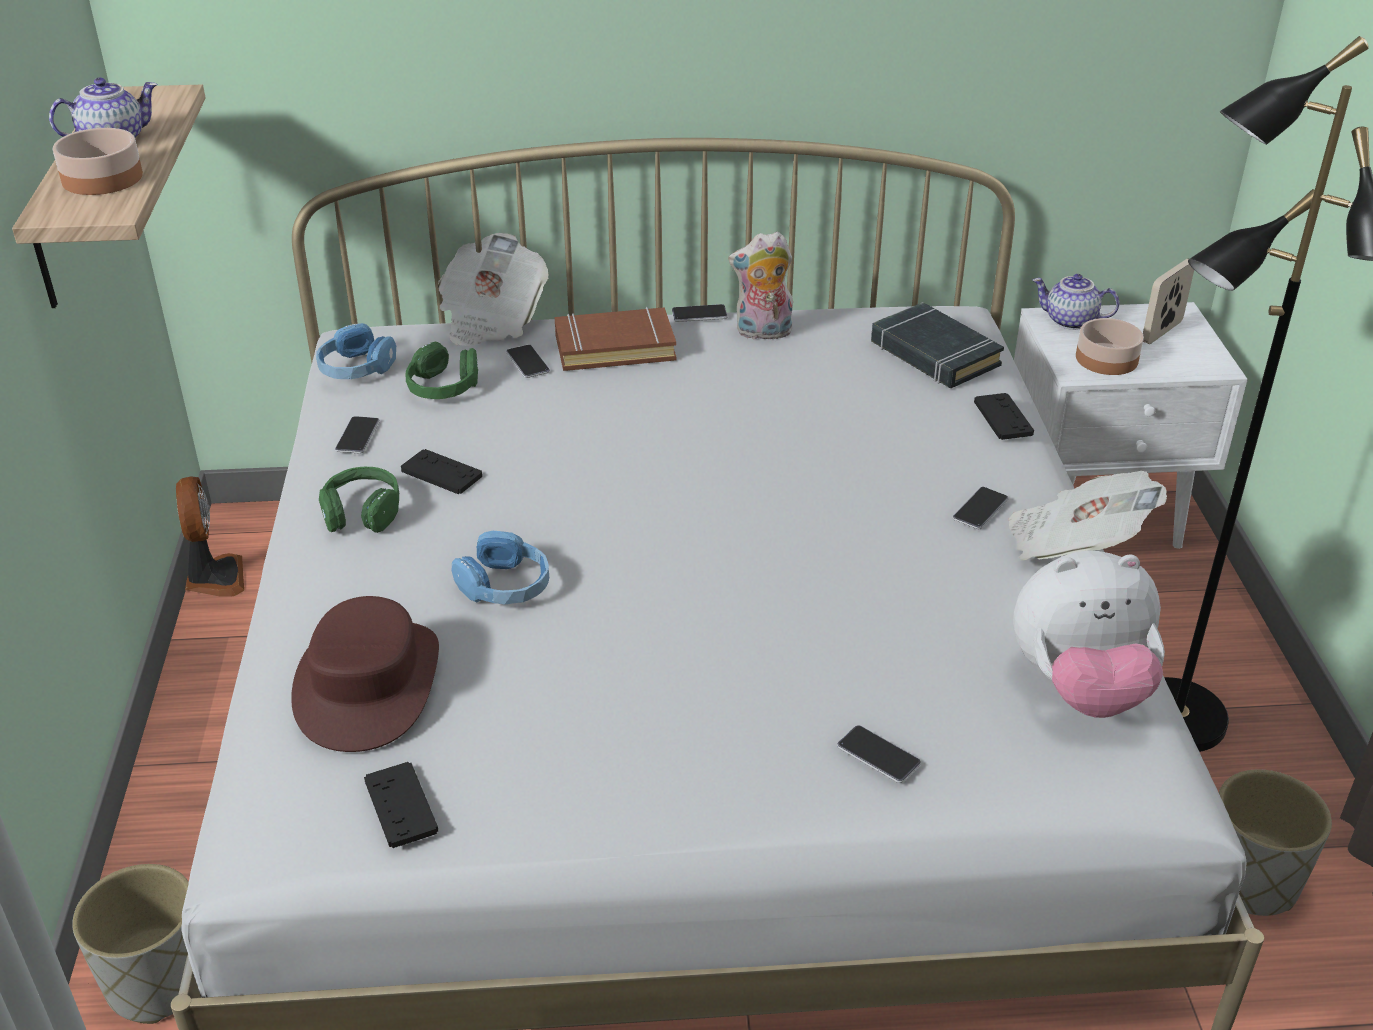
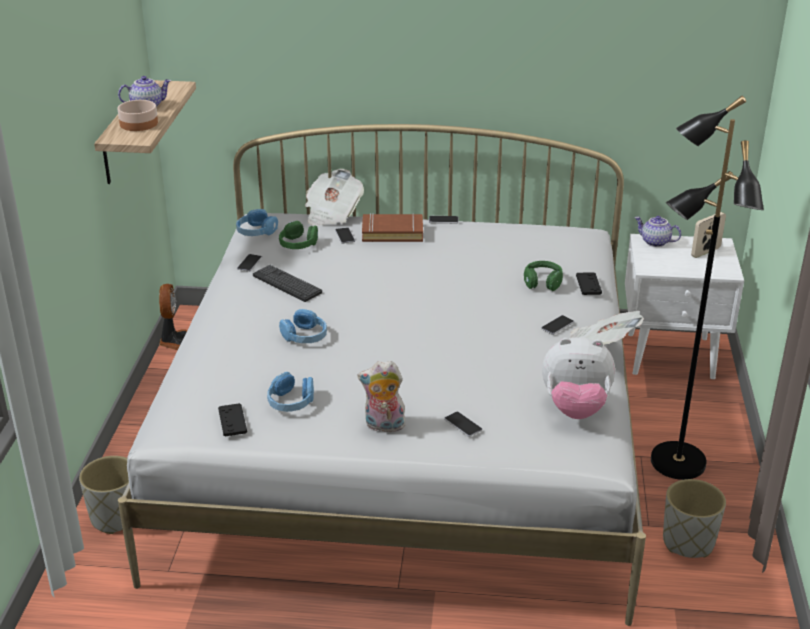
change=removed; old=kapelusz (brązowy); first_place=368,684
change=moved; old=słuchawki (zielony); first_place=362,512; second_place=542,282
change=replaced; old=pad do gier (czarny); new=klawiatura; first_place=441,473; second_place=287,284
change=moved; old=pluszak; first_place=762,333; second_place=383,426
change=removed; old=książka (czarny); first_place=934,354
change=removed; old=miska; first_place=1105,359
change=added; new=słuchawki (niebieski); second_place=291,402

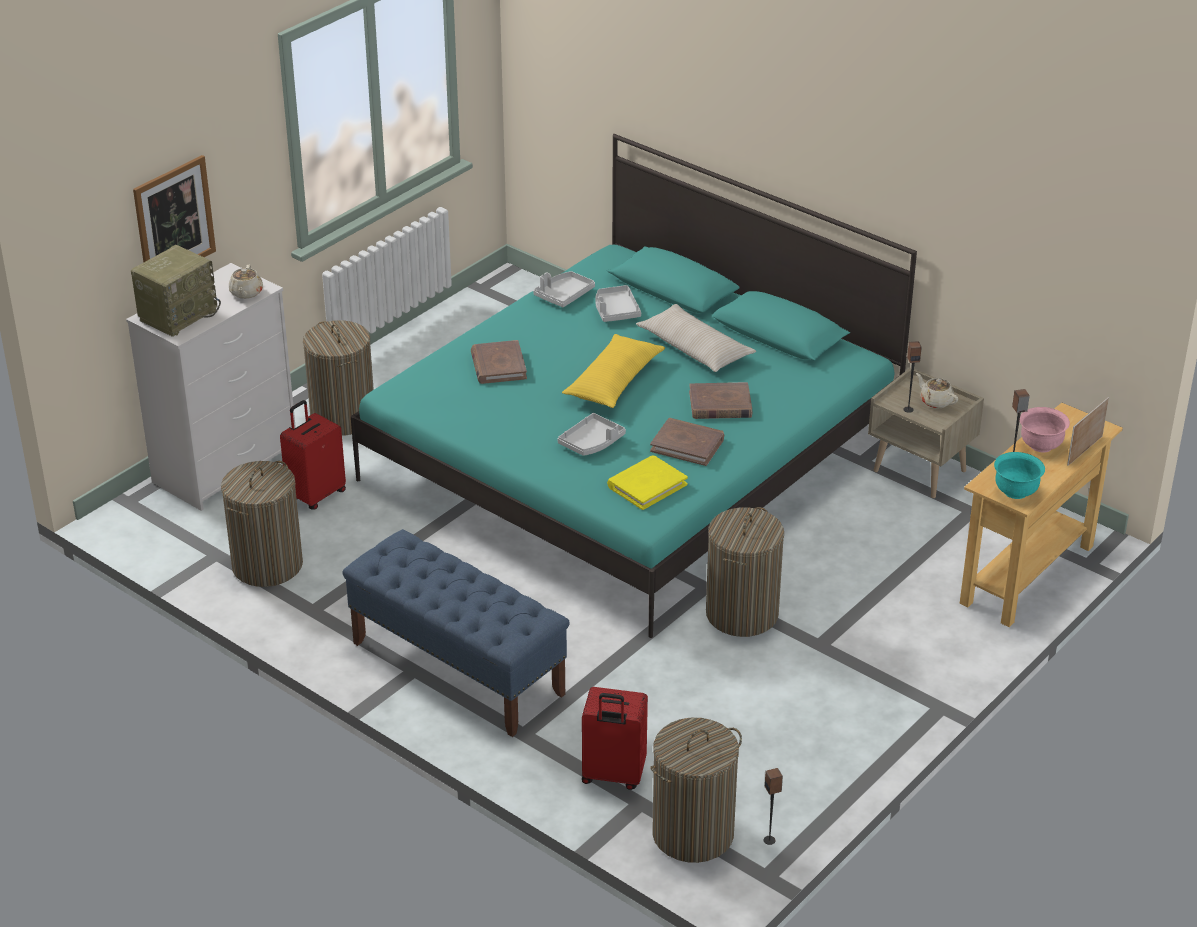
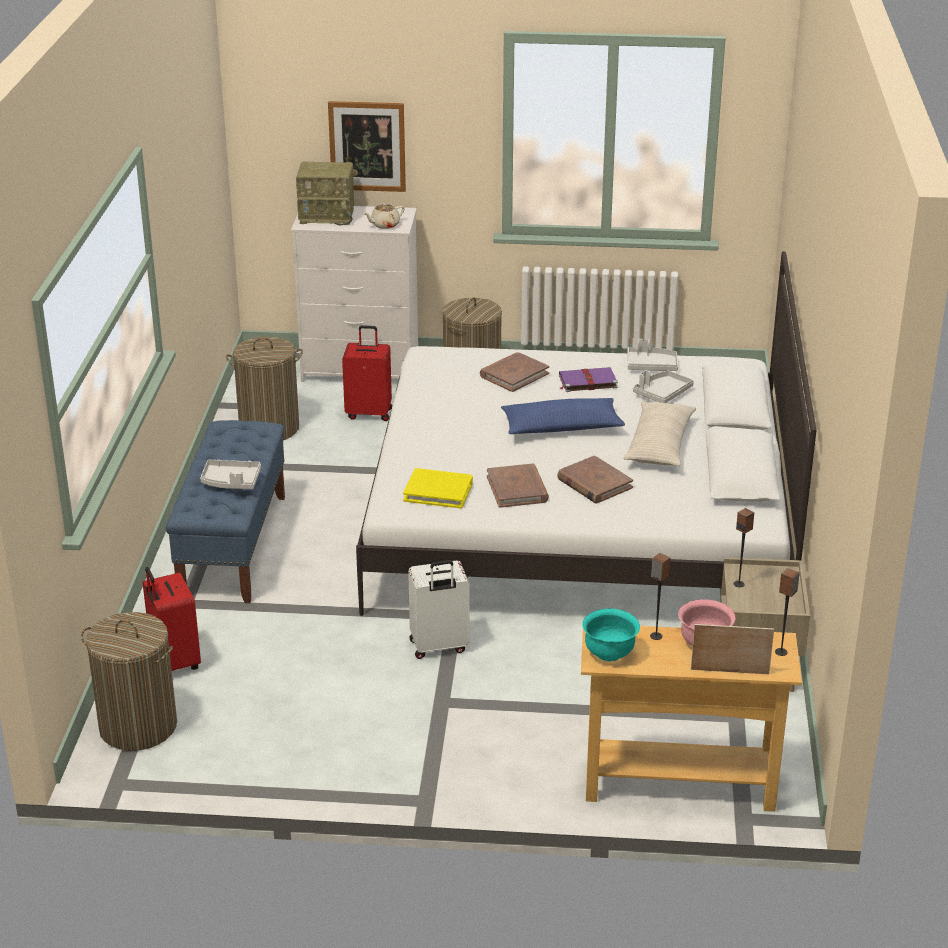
change=recoloured; old=łóżko (turkusowy); new=łóżko (biały); first_place=631,458; second_place=580,518
change=moved; old=taca (szary); first_place=592,442; second_place=231,482
change=recoloured; old=poduszka (żółty); new=poduszka (niebieski); first_place=614,381; second_place=561,427
change=replaced; old=kosz na pranie; new=walizka (biały); first_place=742,614; second_place=439,647
change=moved; old=głośnik; first_place=769,840; second_place=781,652
change=removed; old=imbryk (beżowy); first_place=935,401
change=added; new=książka (fioletowy); second_place=586,381

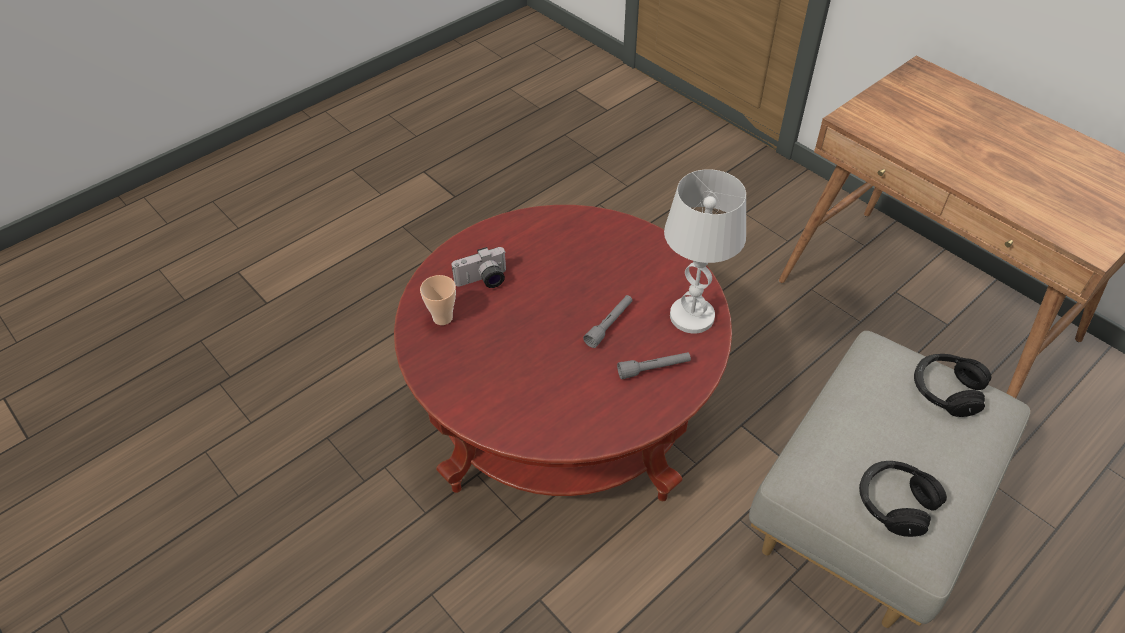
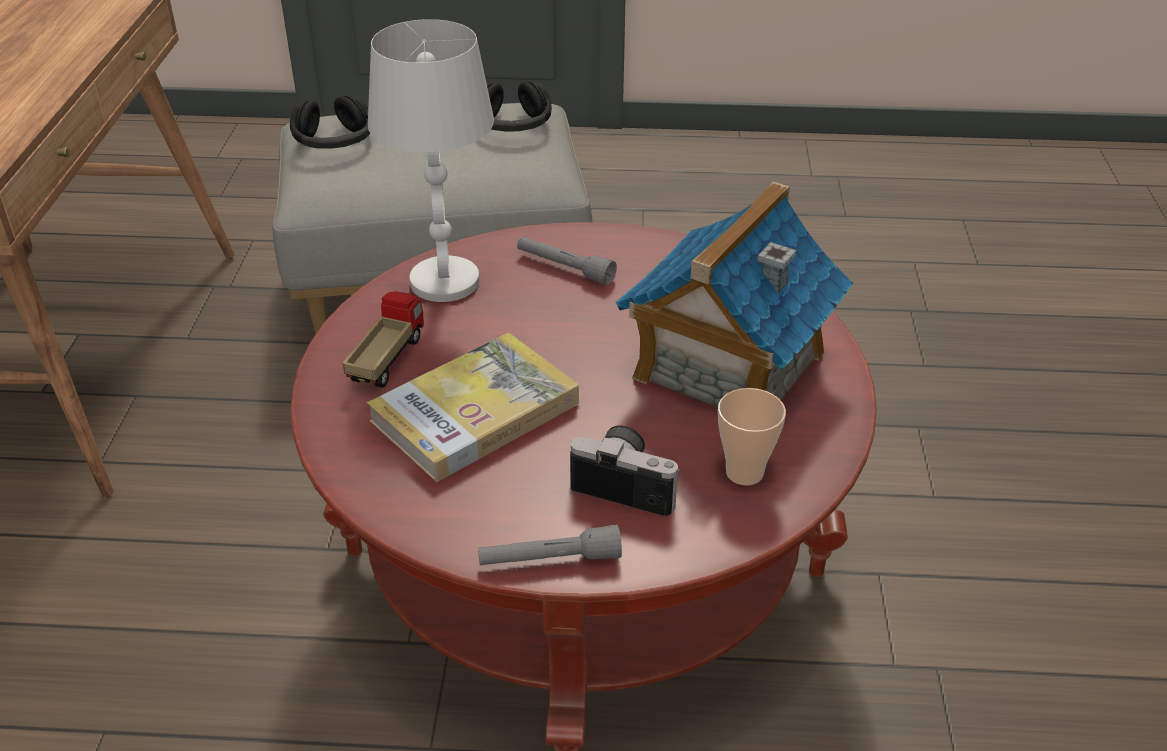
change=moved; old=latarka (szary); first_place=609,325; second_place=549,560
change=added; new=ciężarówka zabawkowa; second_place=387,359
change=added; new=książka; second_place=475,412
change=added; new=domek; second_place=728,366

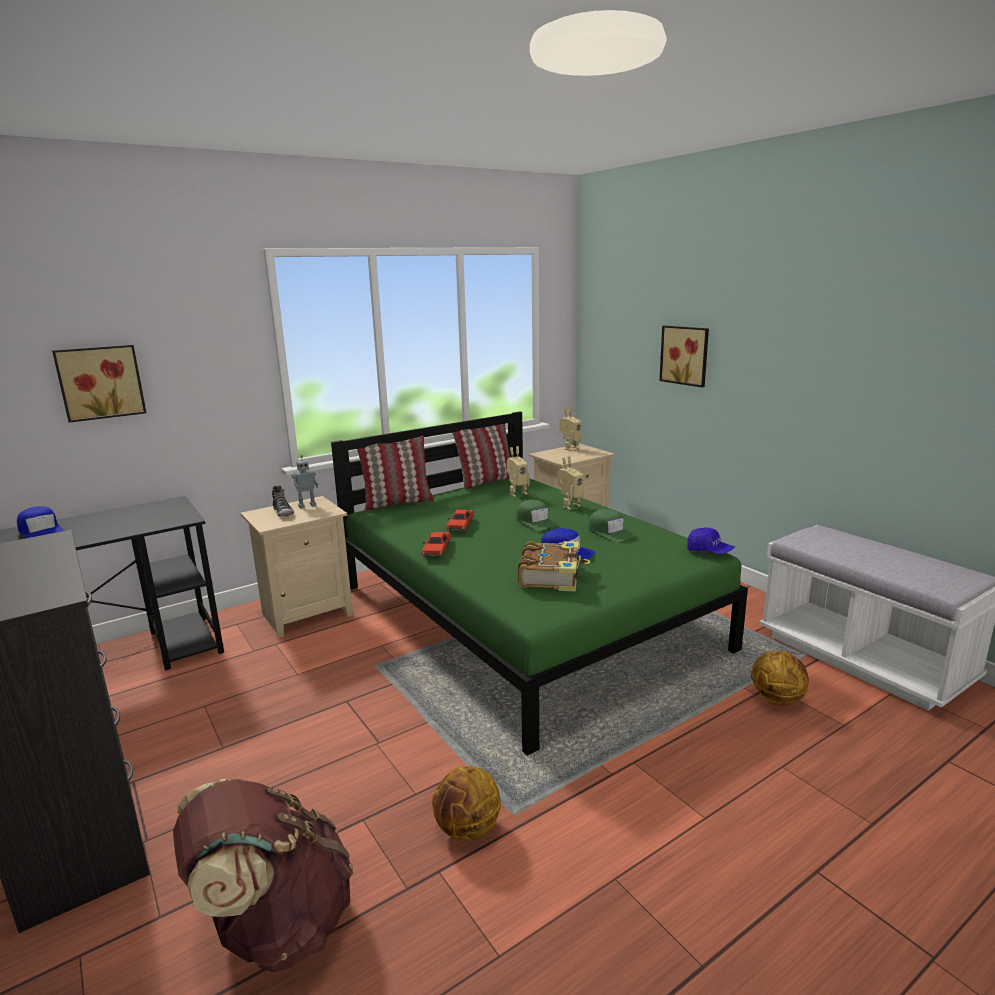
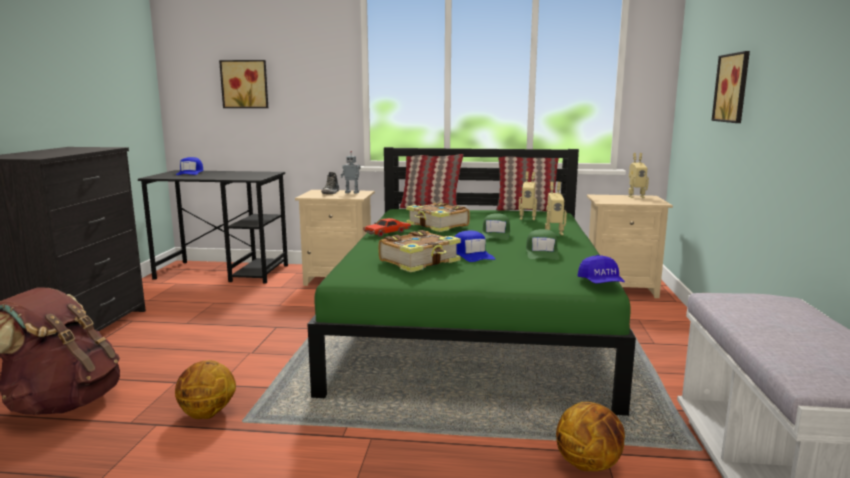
change=replaced; old=samochodzik (czerwony); new=książka; first_place=461,525; second_place=437,226

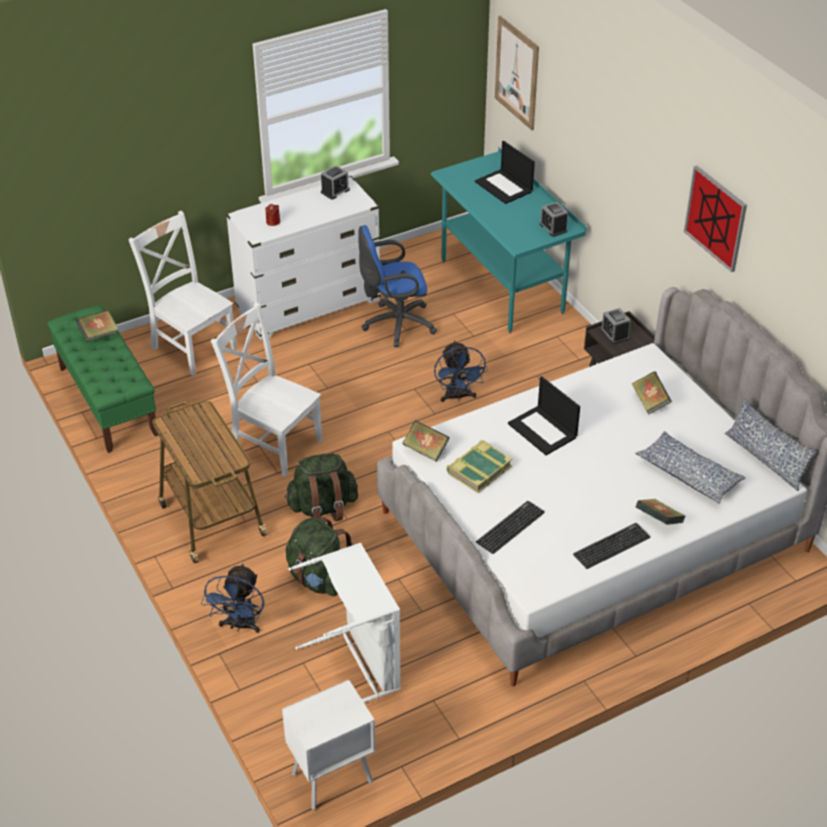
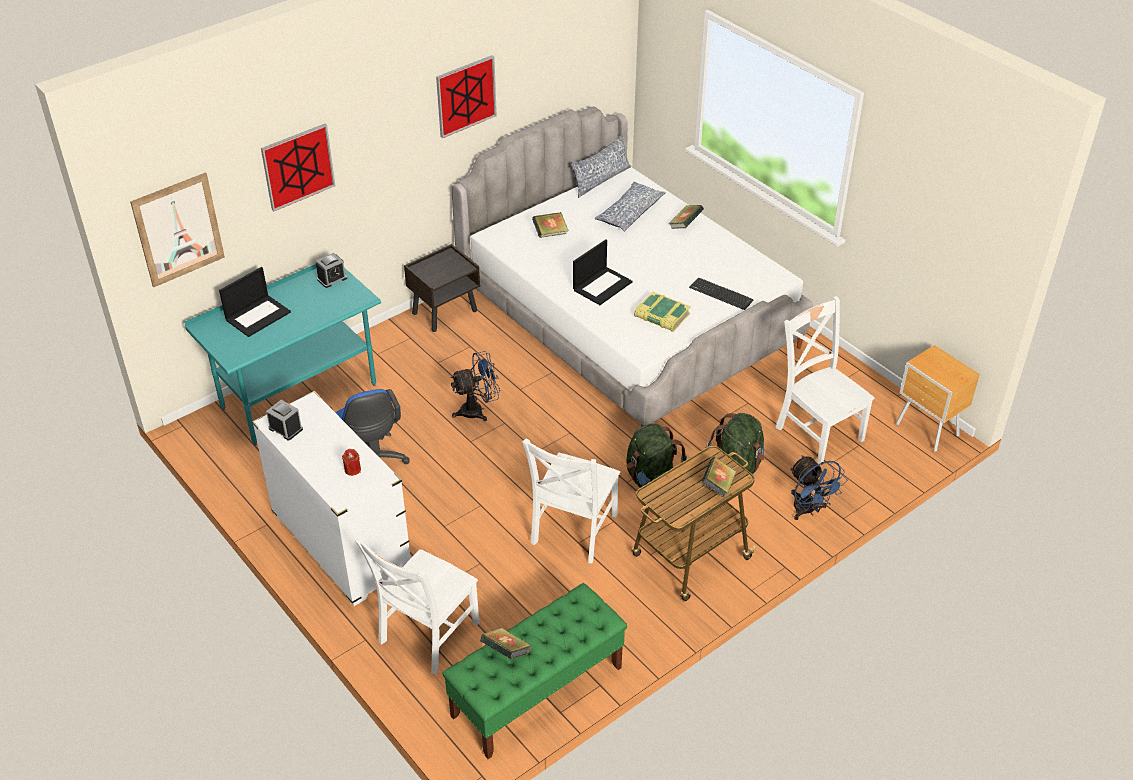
change=turned; old=wentylator (niebieski); first_place=240,625; second_place=808,510; degrees=60
change=recoloured; old=szafka nocna (biały); new=szafka nocna (brązowy); first_place=330,778; second_place=927,431
change=replaced; old=kosz na pranie (biały); new=krzesło (biały); first_place=358,665; second_place=817,431
change=moved; old=książka; first_place=425,450; second_place=717,486
change=removed; old=klawiatura; first_place=611,546
change=removed; old=budzik; first_place=614,334
change=added; new=obraz; second_place=298,166

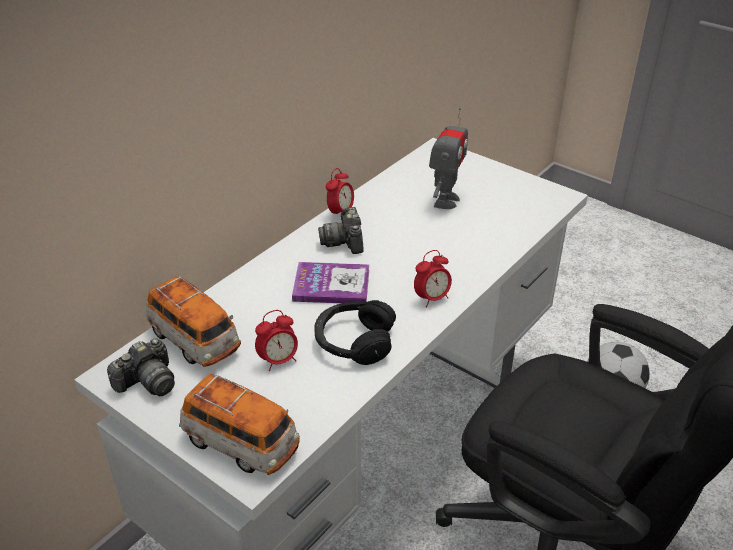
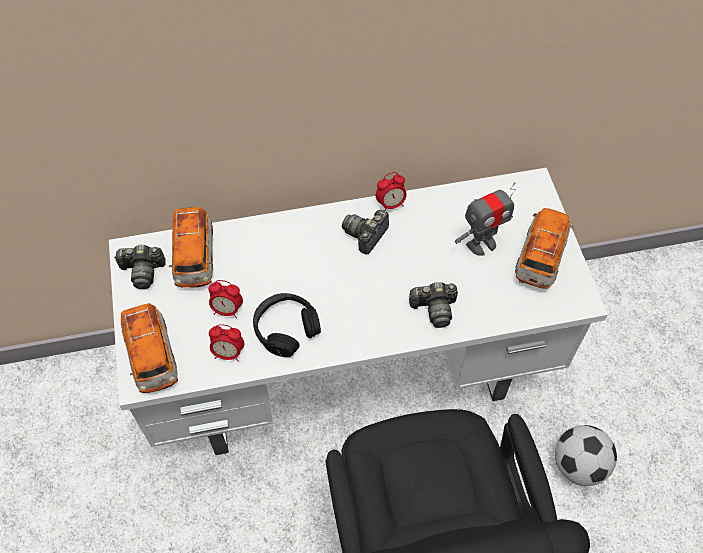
change=removed; old=książka; first_place=331,285
change=moved; old=budzik; first_place=432,298; second_place=228,353
change=added; new=aparat fotograficzny; second_place=434,309
change=added; new=samochodzik; second_place=540,258

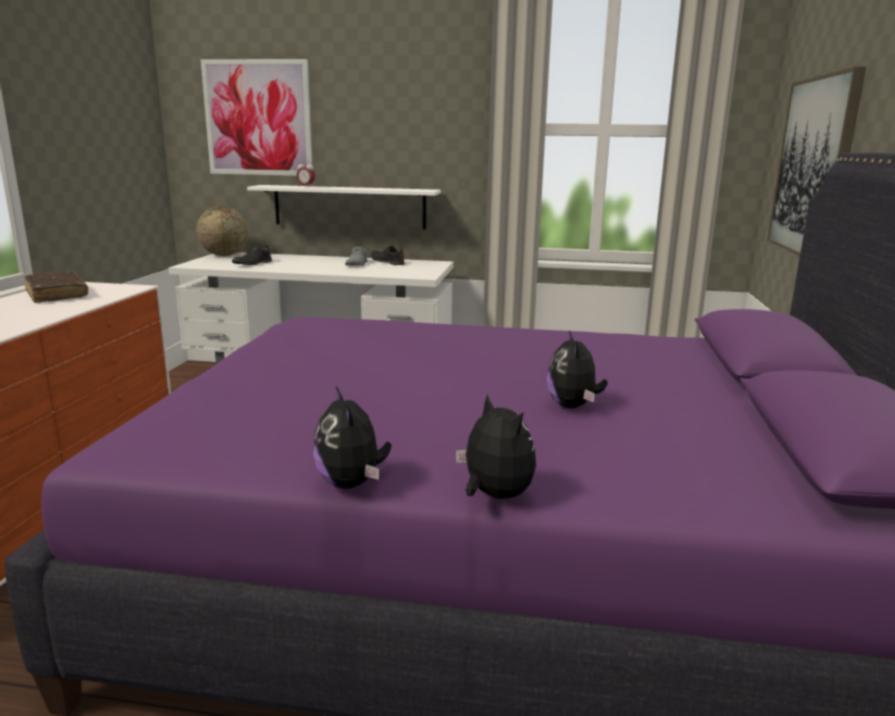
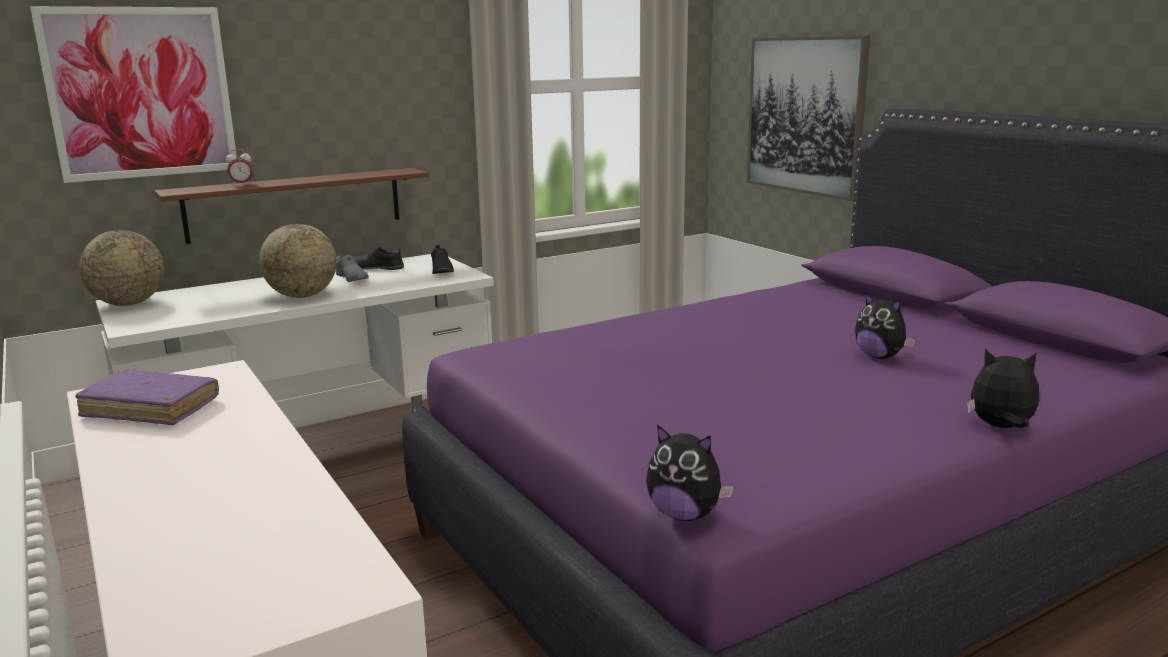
change=recoloured; old=książka (brązowy); new=książka (fioletowy); first_place=57,294; second_place=151,408
change=moved; old=but (czarny); first_place=252,264; second_place=441,271
change=recoloured; old=półka (biały); new=półka (brązowy); first_place=349,207; second_place=295,204
change=moved; old=pluszak; first_place=351,483; second_place=685,514
change=added; new=globus; second_place=302,296

